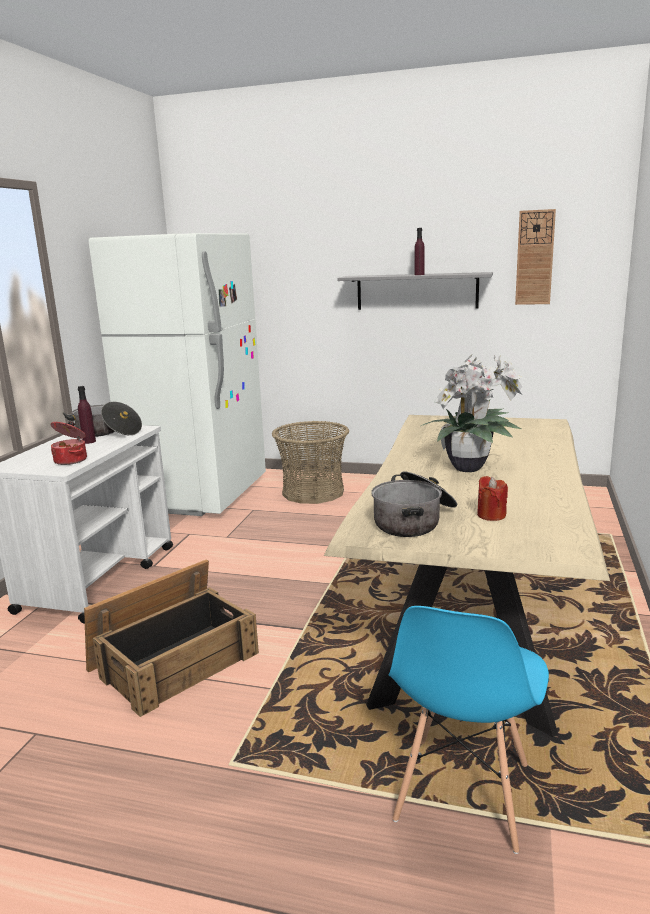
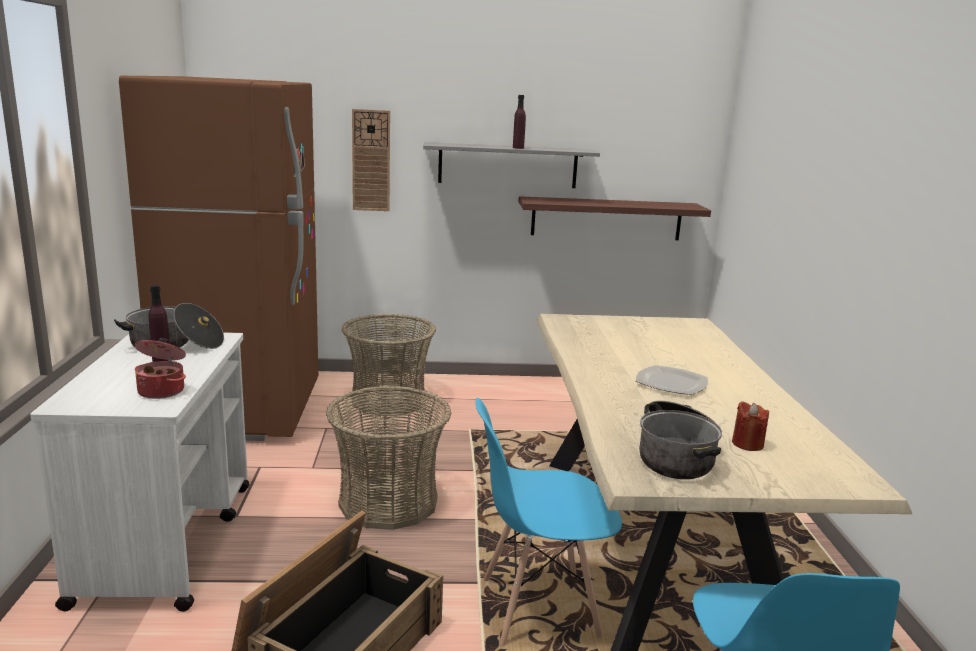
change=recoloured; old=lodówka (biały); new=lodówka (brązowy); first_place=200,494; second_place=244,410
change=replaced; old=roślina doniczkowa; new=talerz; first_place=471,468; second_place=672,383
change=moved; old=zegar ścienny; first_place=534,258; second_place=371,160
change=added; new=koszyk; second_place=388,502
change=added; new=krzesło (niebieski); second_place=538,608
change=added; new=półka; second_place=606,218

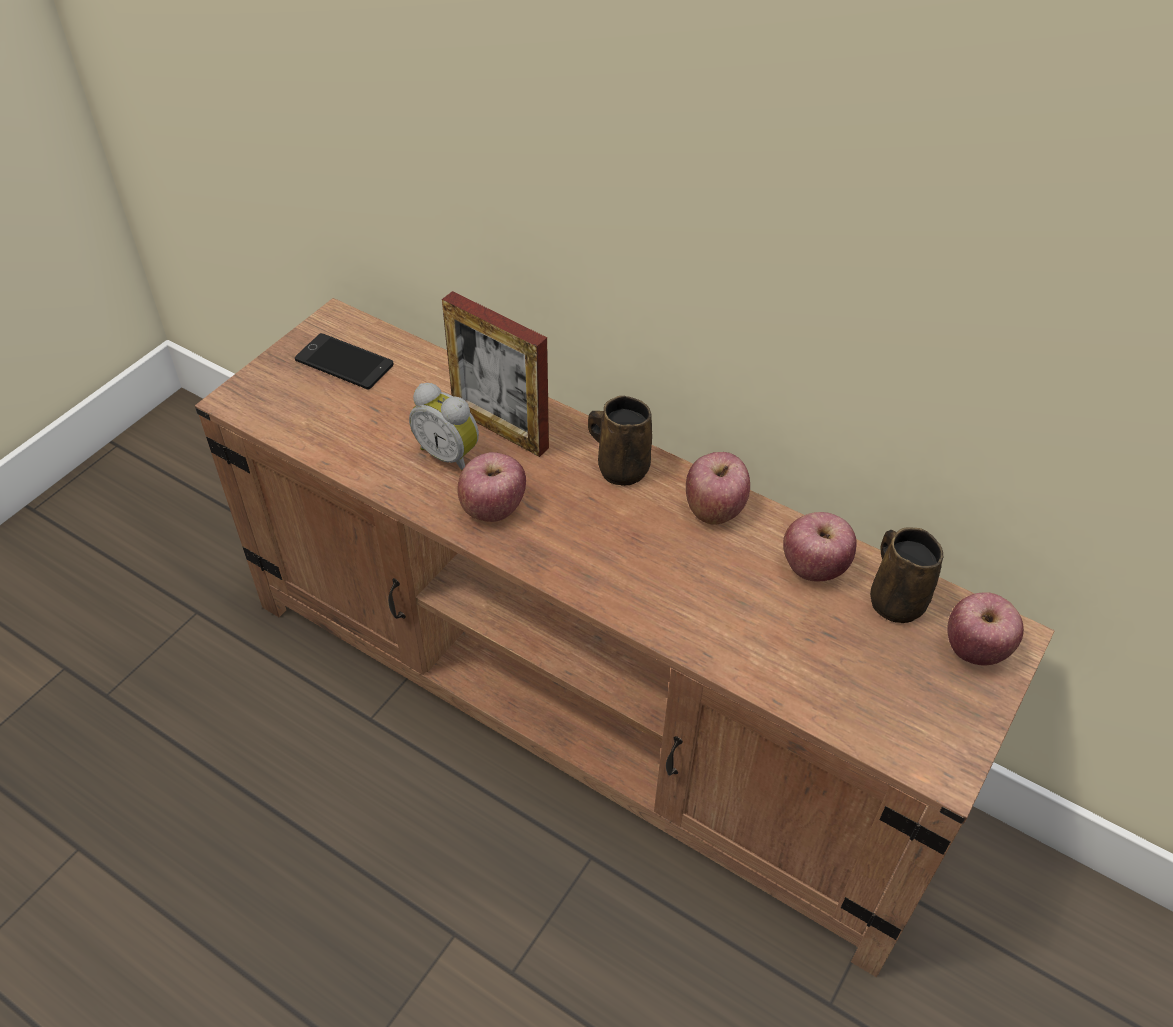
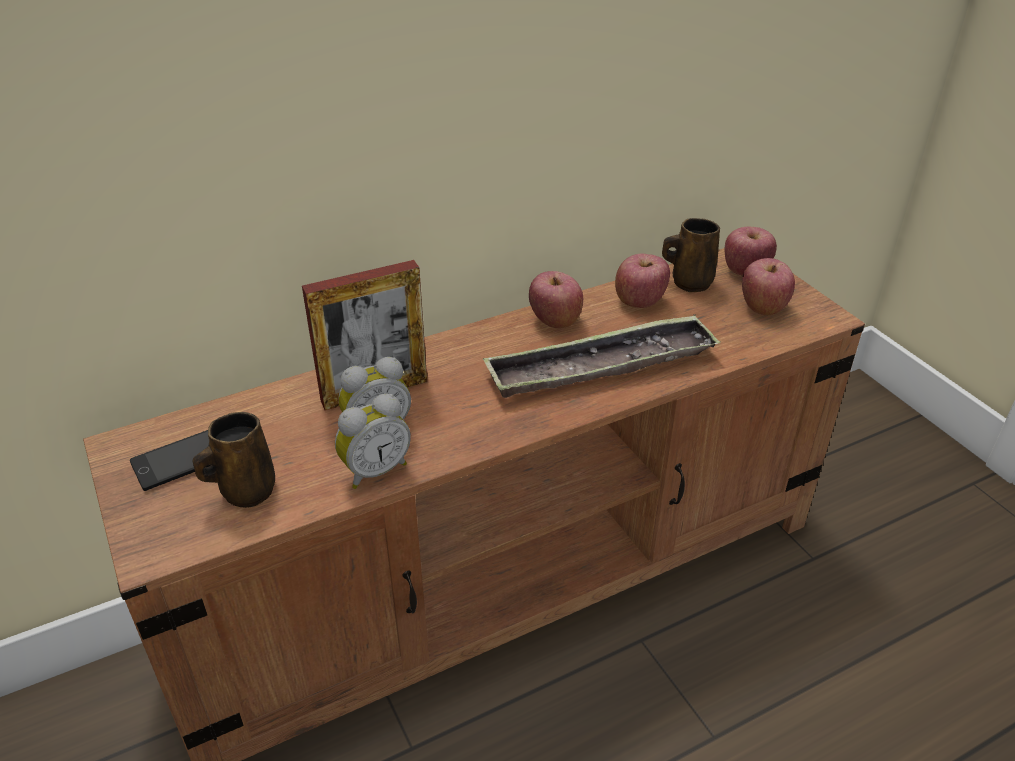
change=moved; old=jabłko; first_place=492,508; second_place=763,307
change=moved; old=kubek (brązowy); first_place=620,468; second_place=245,491
change=added; new=budzik; second_place=374,470
change=added; new=taca; second_place=600,366

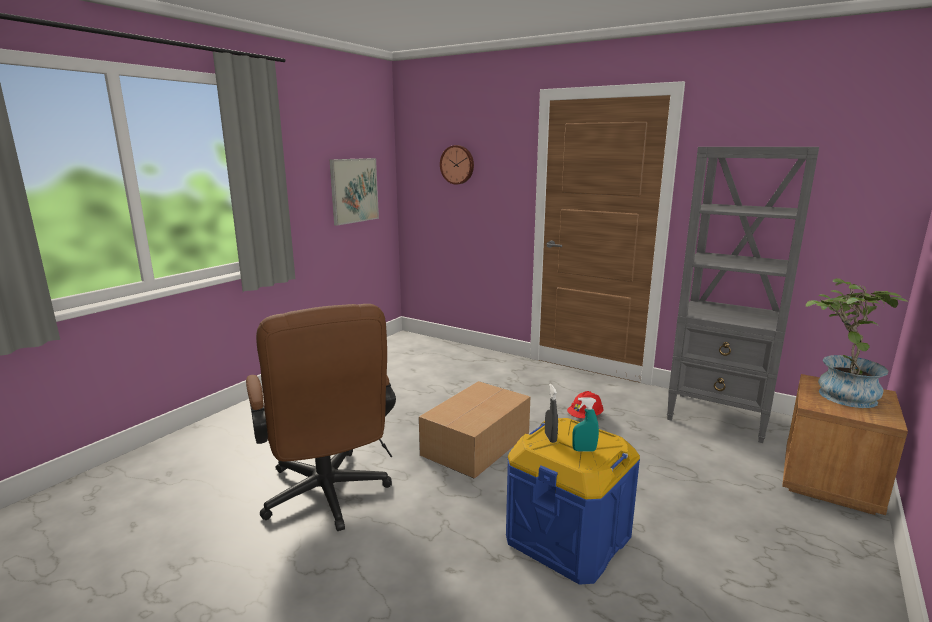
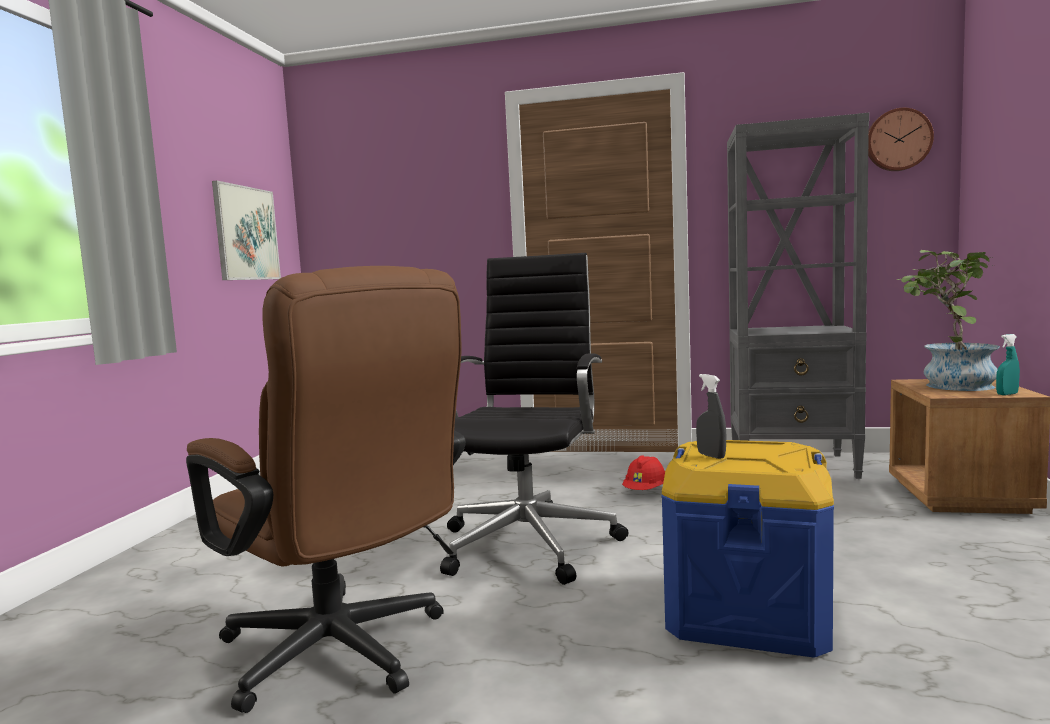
change=replaced; old=karton; new=krzesło biurowe (czarny); first_place=478,443; second_place=531,542
change=moved; old=zegar ścienny; first_place=457,164; second_place=897,140
change=moved; old=spryskiwacz (turkusowy); first_place=584,450; second_place=1007,394

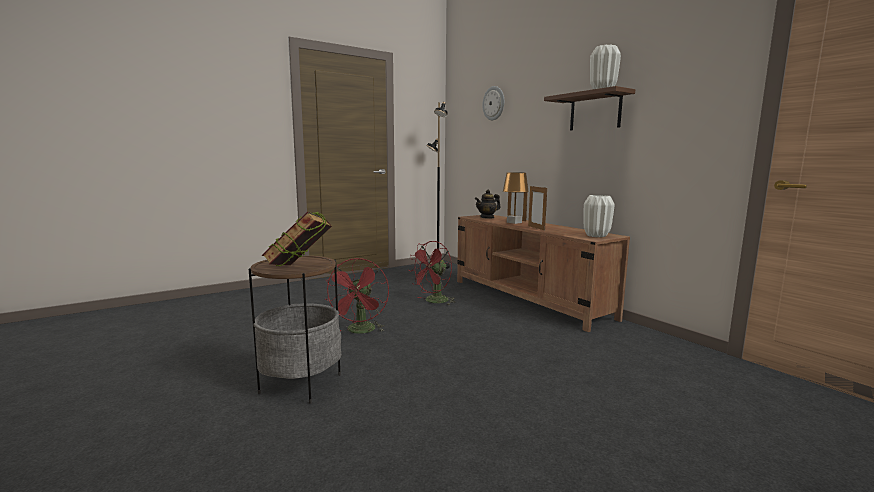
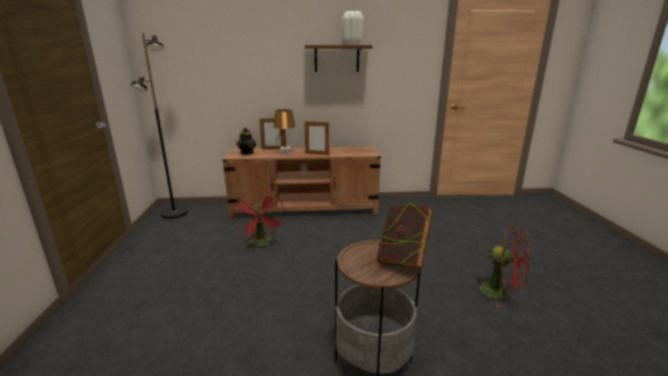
change=moved; old=wentylator (czerwony); first_place=360,331; second_place=500,293
change=removed; old=zegar ścienny; first_place=494,103
change=removed; old=wazon (biały); first_place=596,236

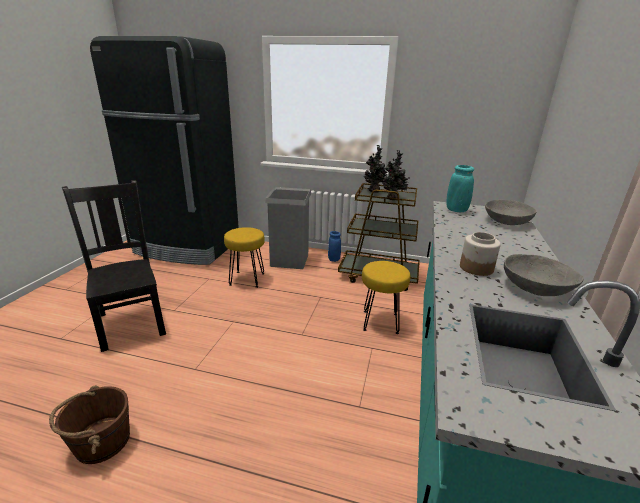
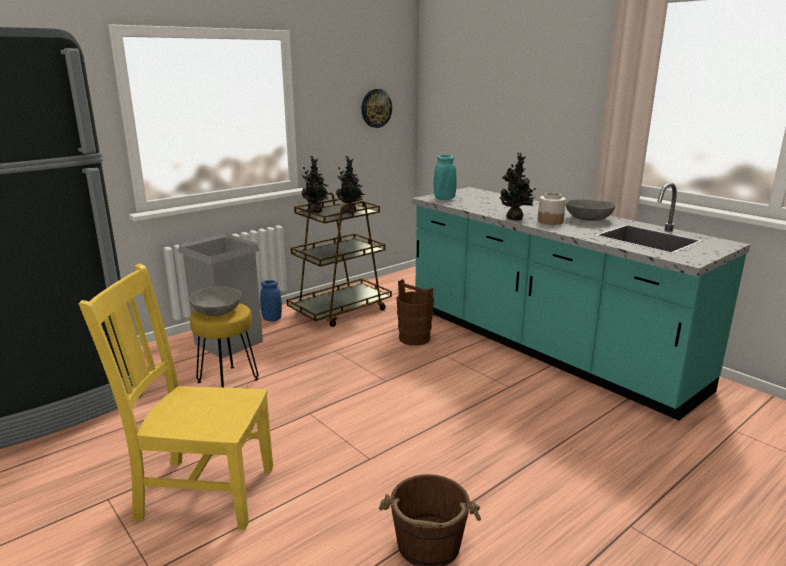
change=recoloured; old=krzesło (czarny); new=krzesło (żółty); first_place=131,322; second_place=202,492
change=replaced; old=stołek (żółty); new=wiadro (brązowy); first_place=380,322; second_place=414,338
change=moved; old=miska (szary); first_place=506,221; second_place=217,311
change=added; new=zegar ścienny; second_place=376,108
change=added; new=roślina doniczkowa; second_place=515,219

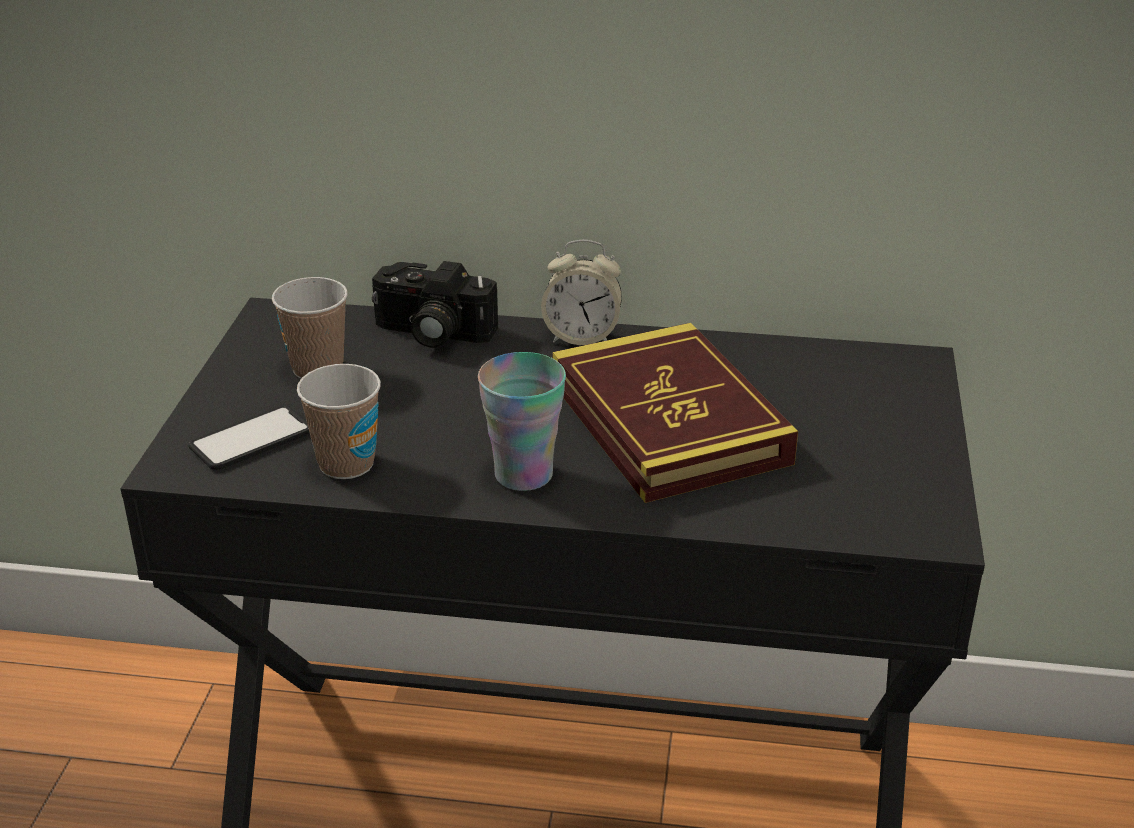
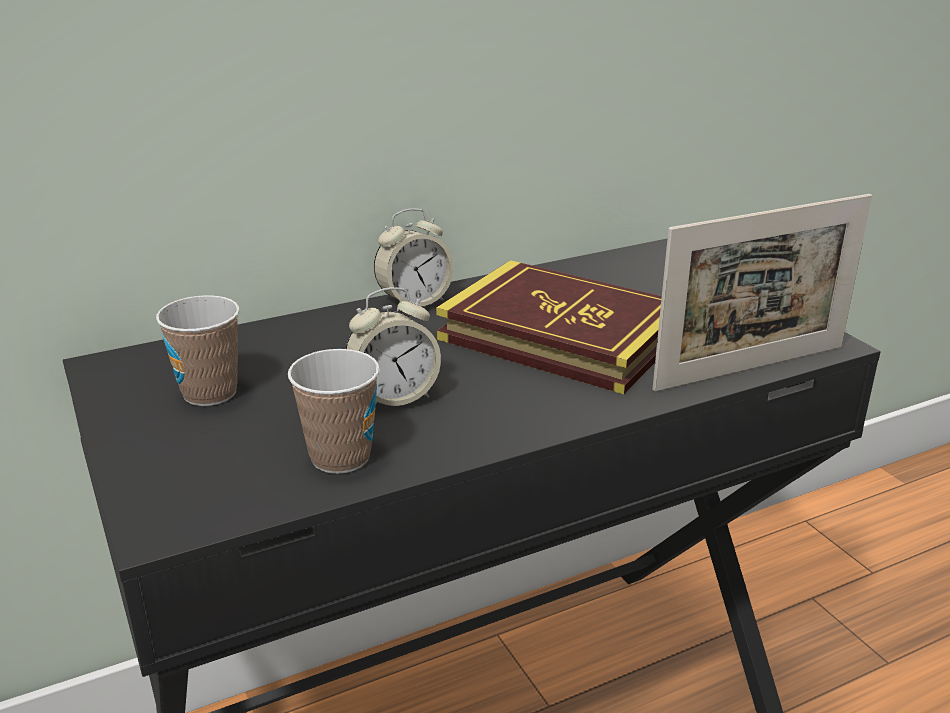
change=removed; old=telefon; first_place=251,439
change=removed; old=aparat fotograficzny; first_place=431,333
change=removed; old=filiżanka; first_place=523,475
change=added; new=budzik; second_place=394,397
change=added; new=ramka na zdjęcie; second_place=750,368

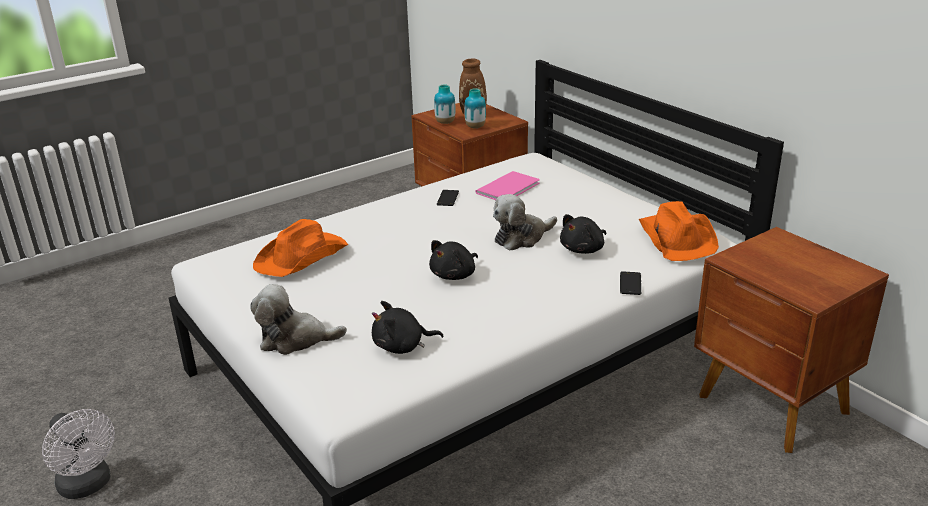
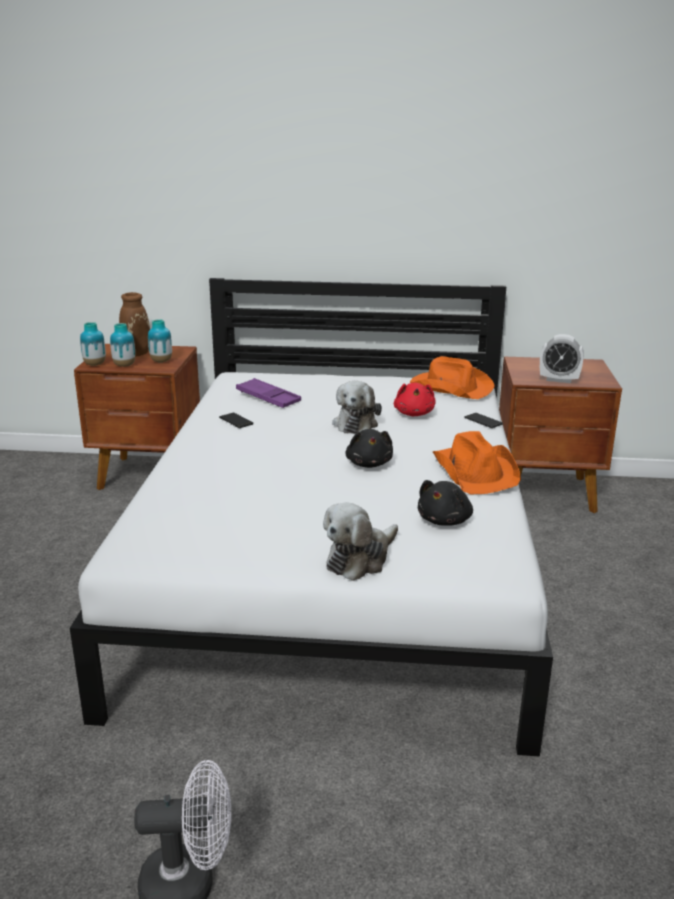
change=moved; old=kapelusz (pomarańczowy); first_place=302,257; second_place=475,471
change=replaced; old=książka (różowy); new=taca (fioletowy); first_place=510,188; second_place=268,398
change=recoloured; old=pluszak (czarny); new=pluszak (czerwony); first_place=583,249; second_place=414,413
change=added; new=wazon; second_place=95,364
change=added; new=budzik; second_place=559,380

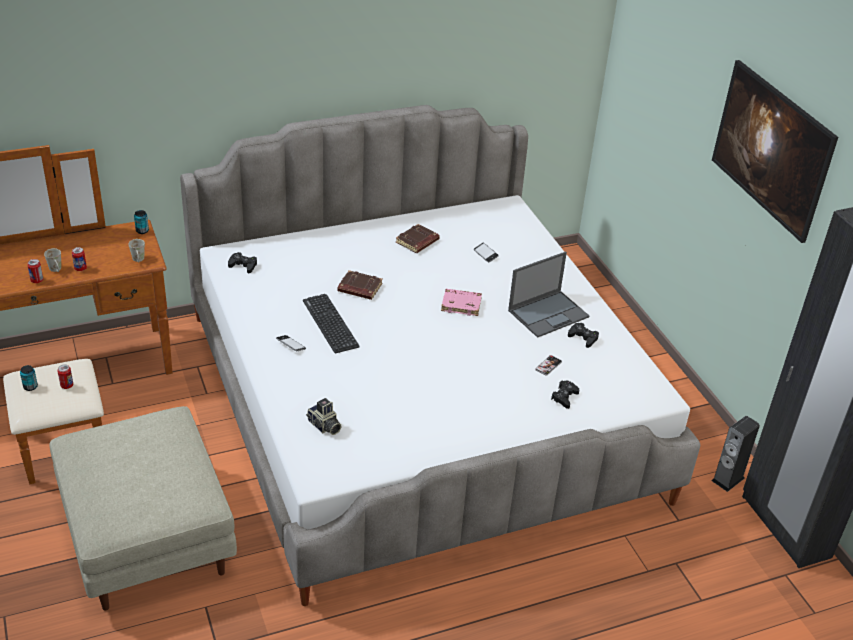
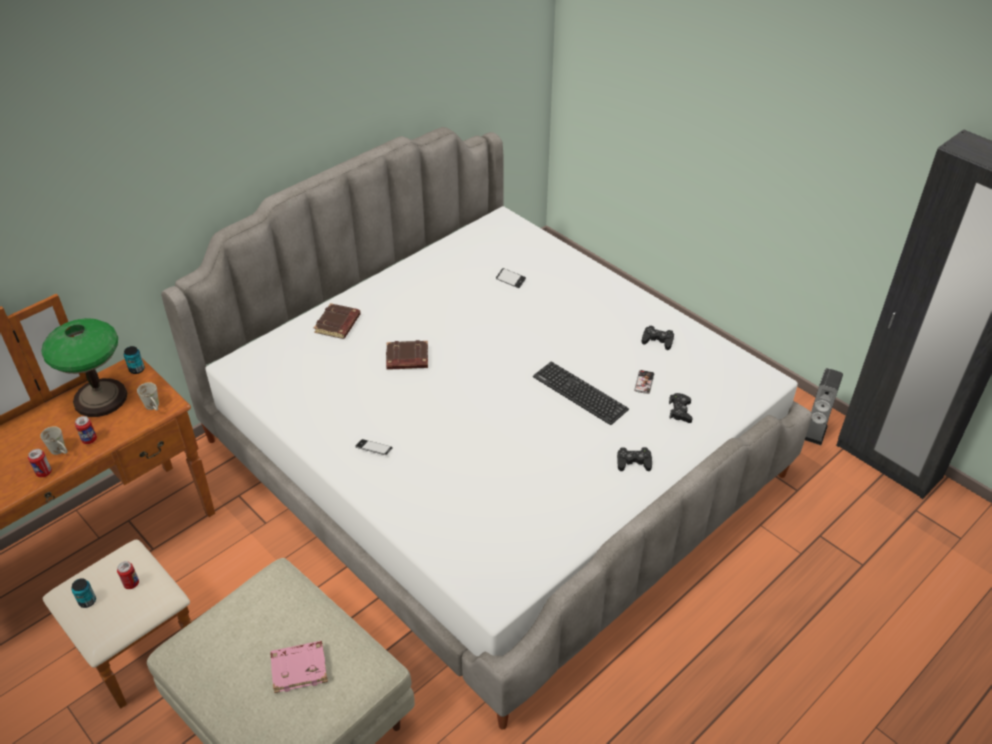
change=moved; old=pad do gier (czarny); first_place=243,265; second_place=633,462
change=moved; old=klawiatura; first_place=330,324; second_place=580,393
change=removed; old=aparat fotograficzny; first_place=324,426
change=moved; old=książka (brązowy); first_place=417,242; second_place=338,324
change=moved; old=książka (różowy); first_place=462,304; second_place=300,668
change=removed; old=laptop; first_place=549,313
change=removed; old=obraz; first_place=764,174
change=added; new=lampa stołowa; second_place=101,398

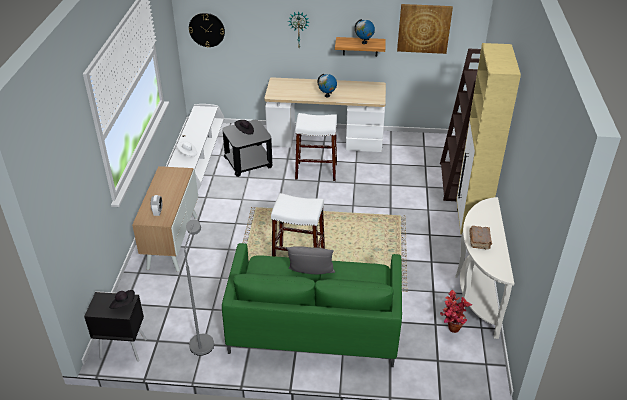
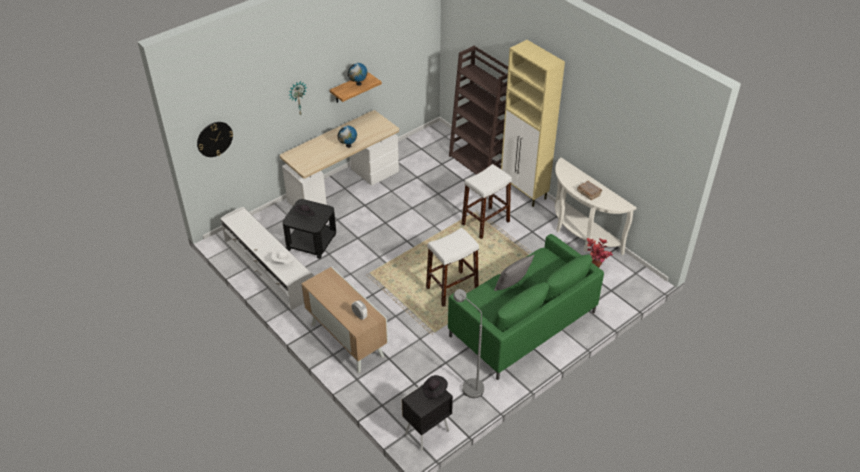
change=moved; old=stołek (biały); first_place=316,171; second_place=485,223
change=removed; old=obraz; first_place=424,28

